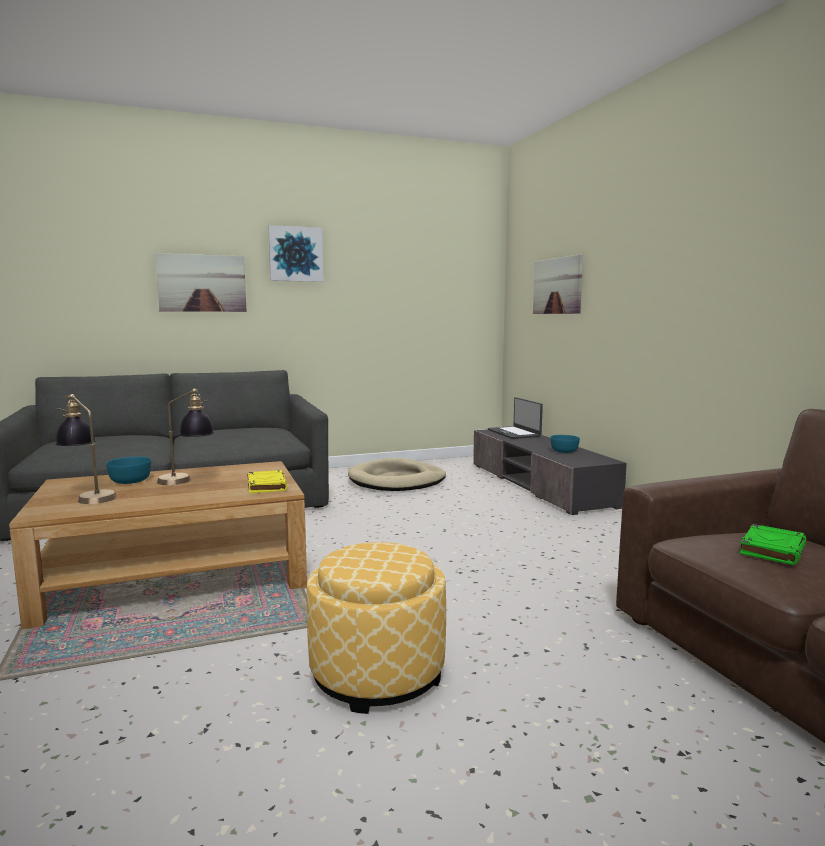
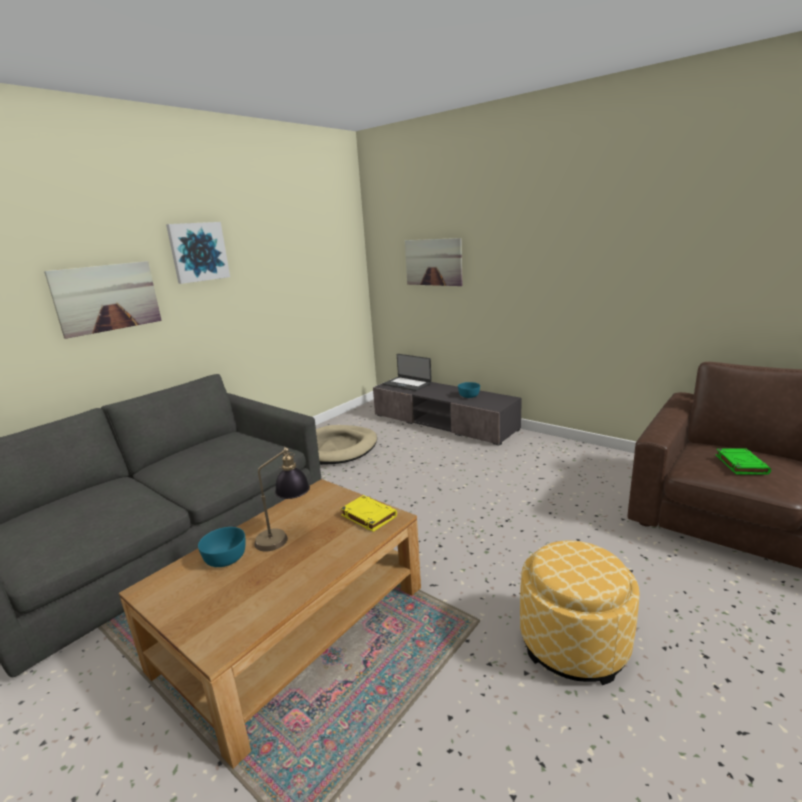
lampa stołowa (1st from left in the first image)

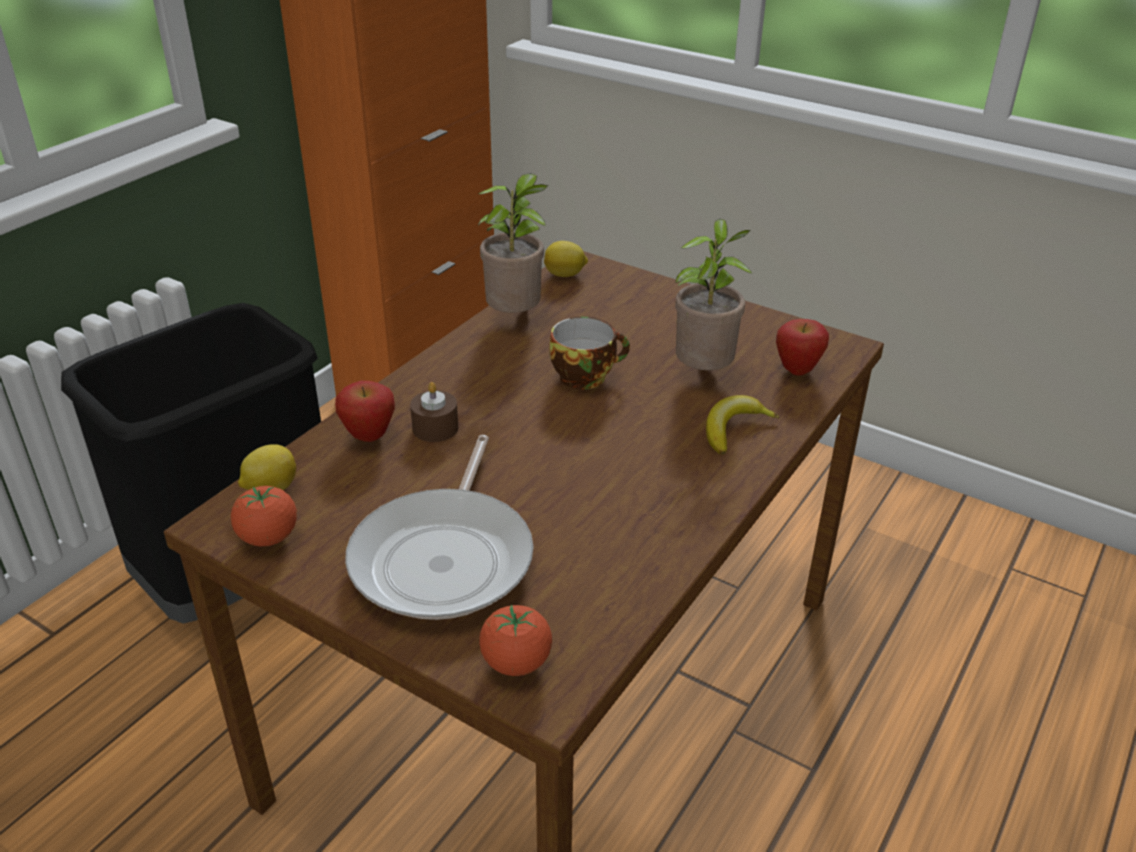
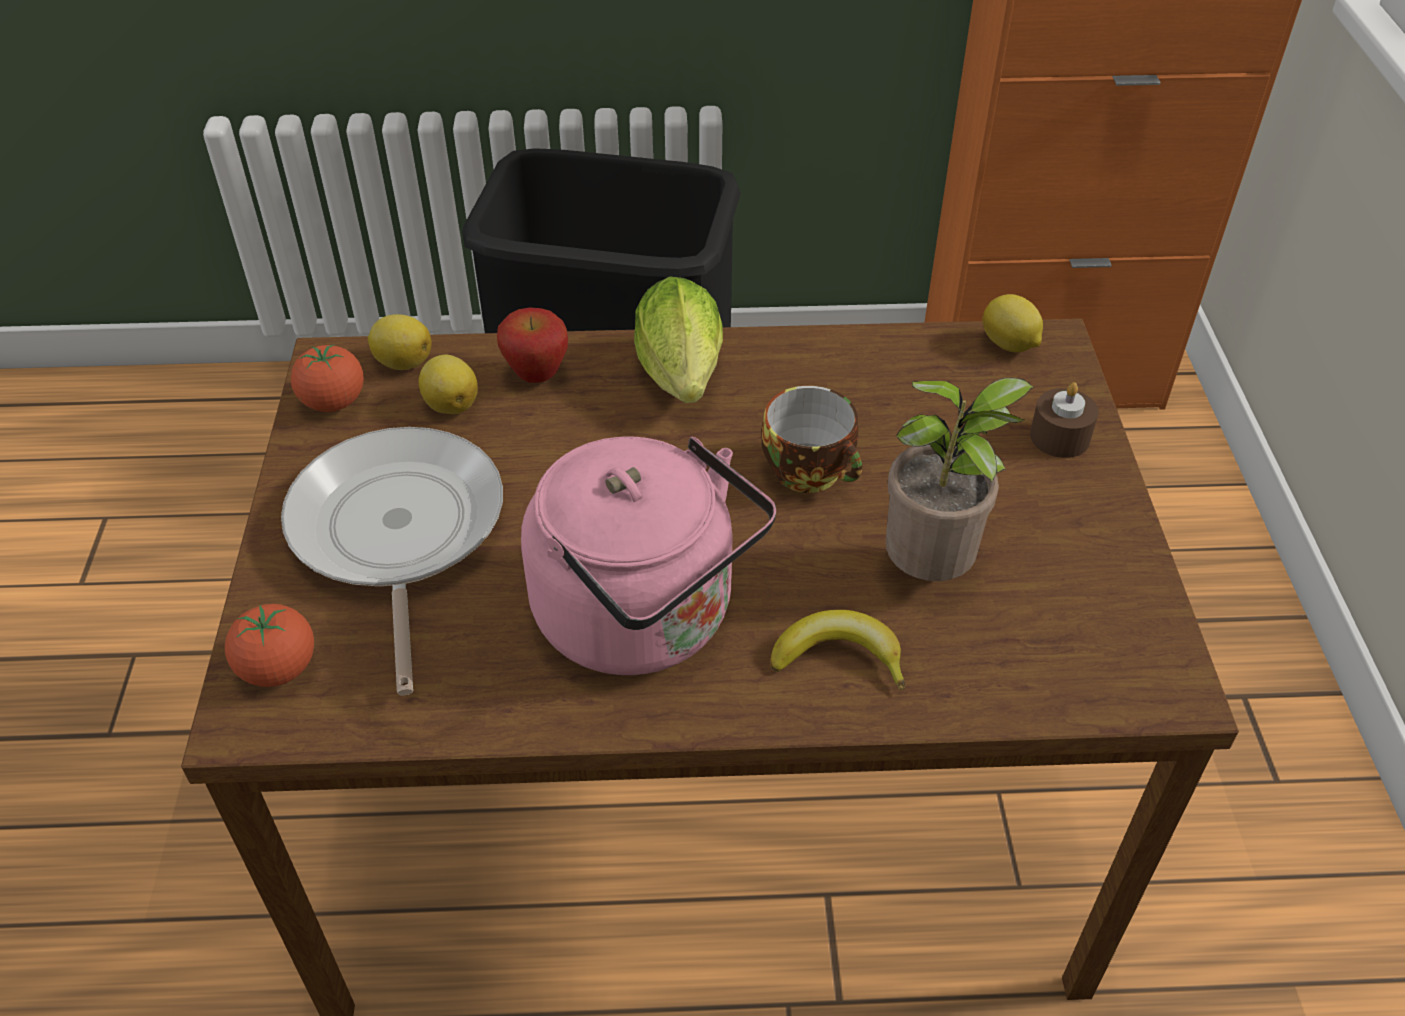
patelnia; świeca/brązowy; roślina doniczkowa (1st from left in the first image); jabłko (2nd from left in the first image); cytryna (2nd from left); czajnik/różowy; sałata

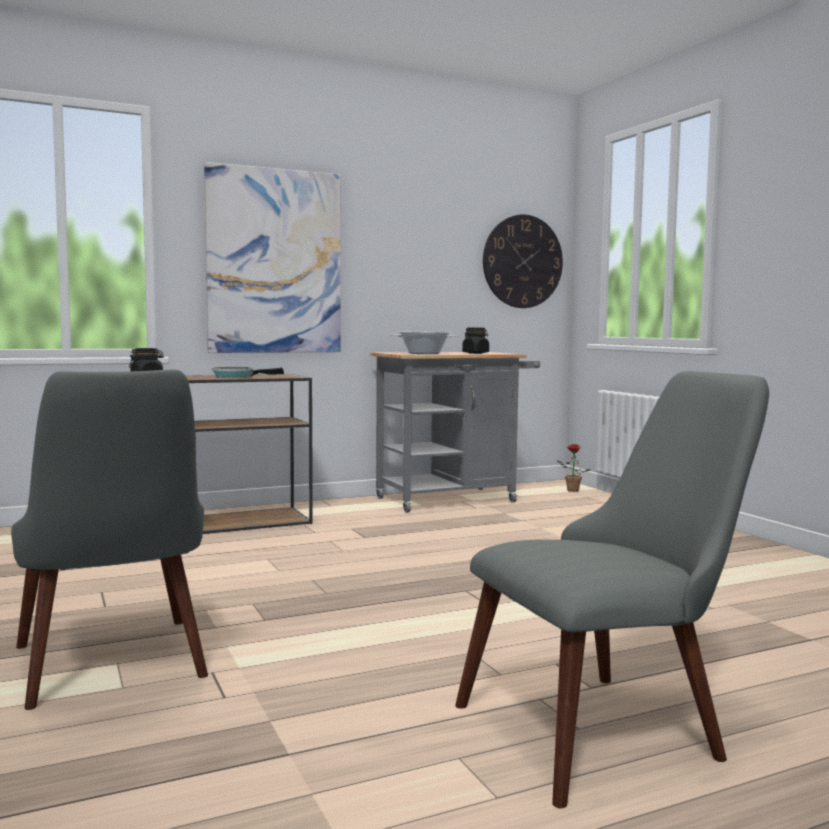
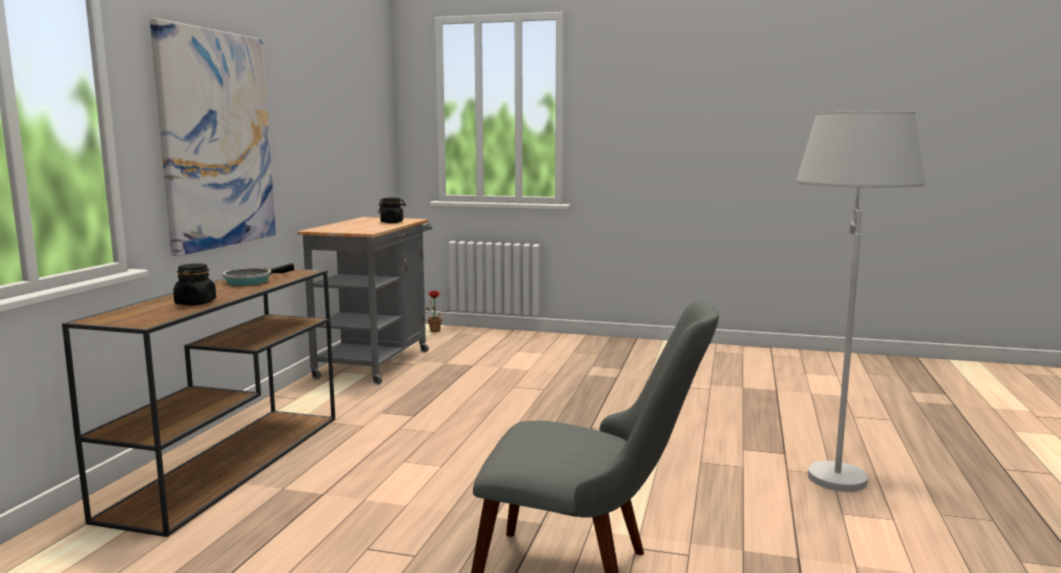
garnek; lampa stojąca/biały; zegar ścienny

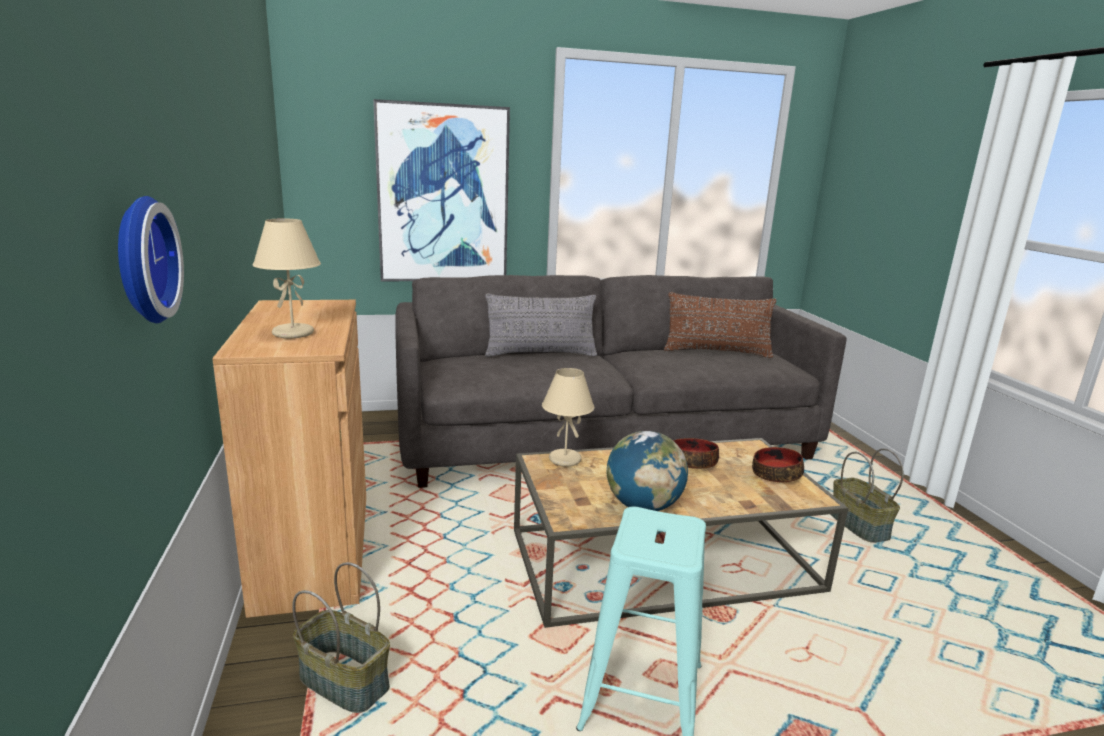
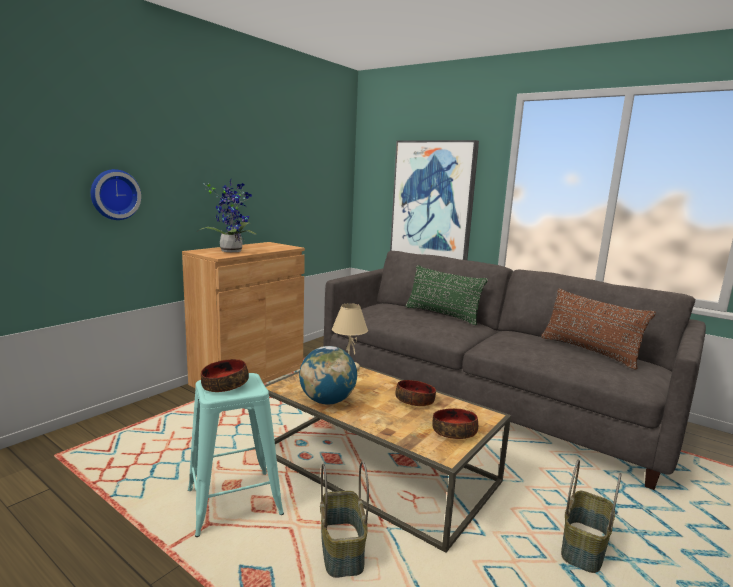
roślina doniczkowa; koszyk (1st from left); poduszka/zielony; miska (1st from left)

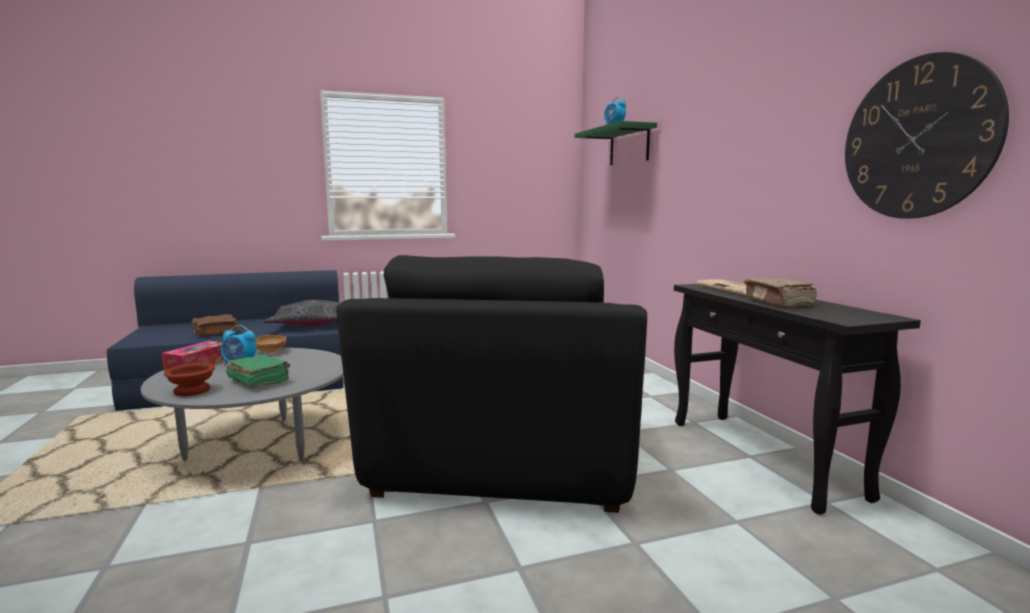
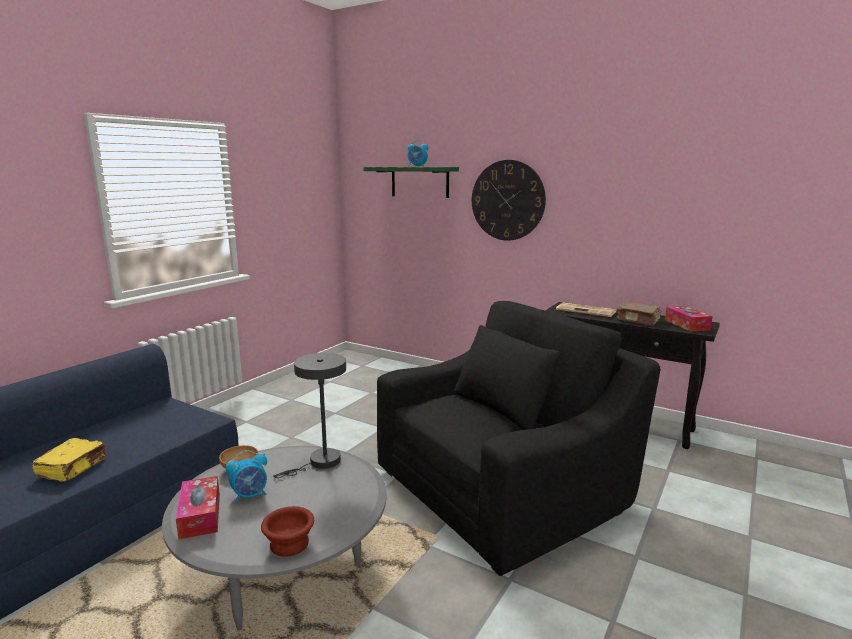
książka/żółty; książka/zielony; poduszka/szary; fotel/czarny; zegar ścienny; lampa stołowa/szary; pudełko chusteczek (2nd from left)

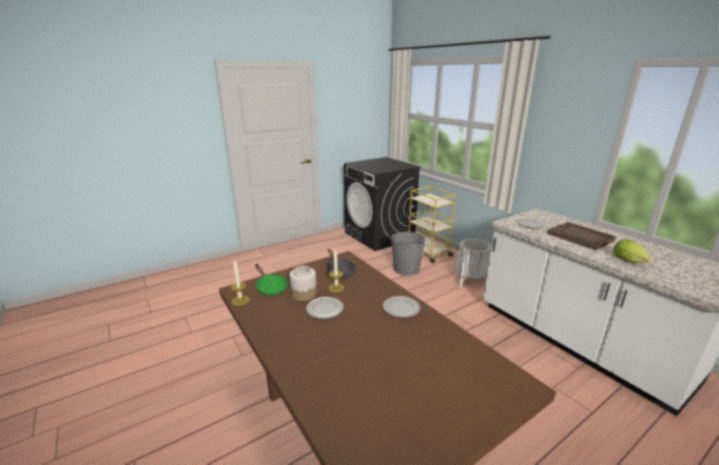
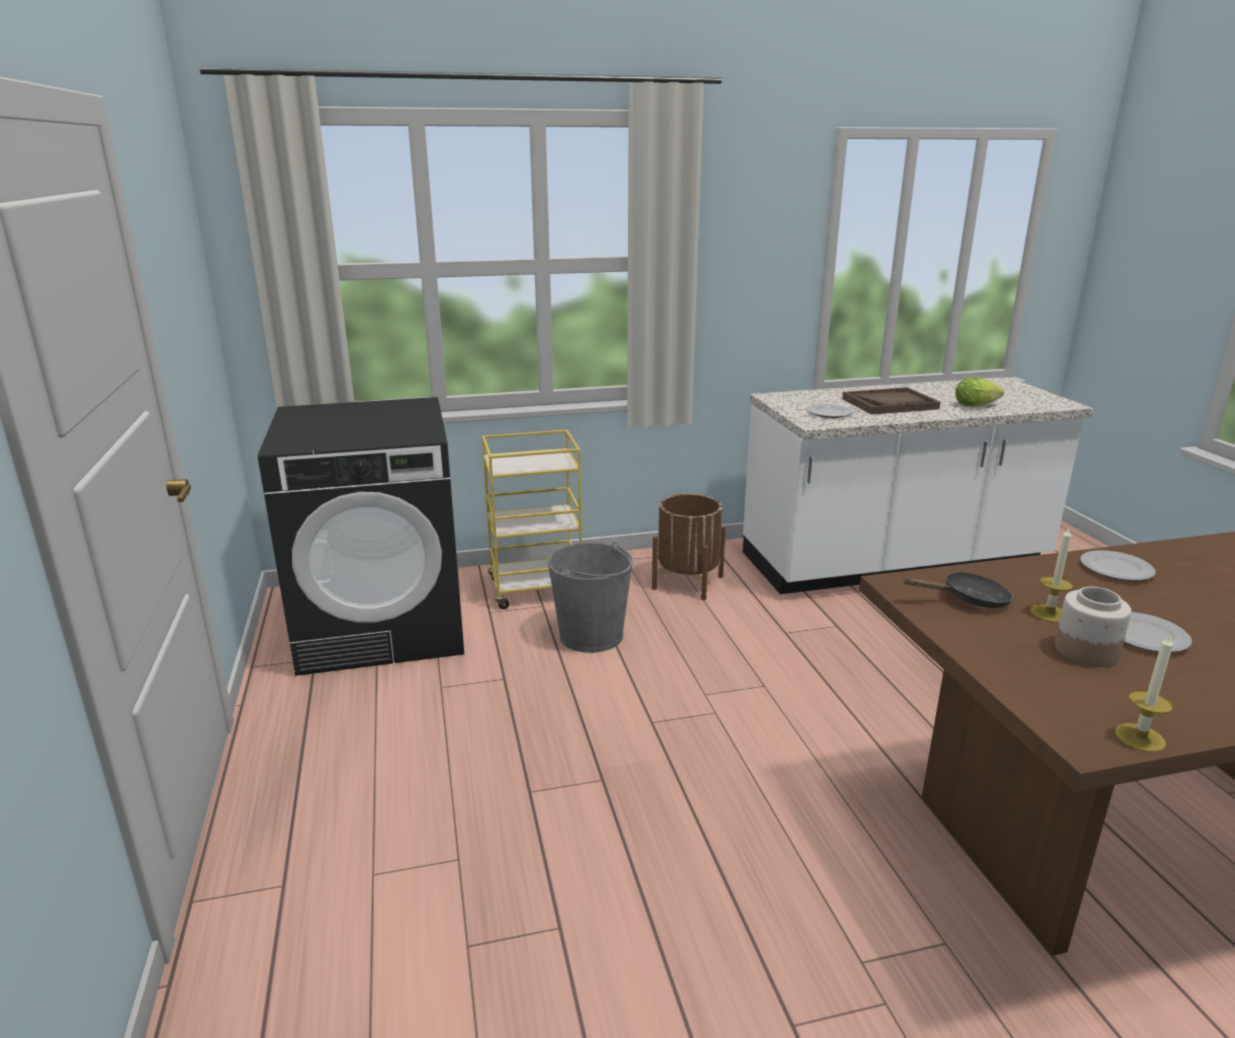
patelnia/zielony; donica/brązowy

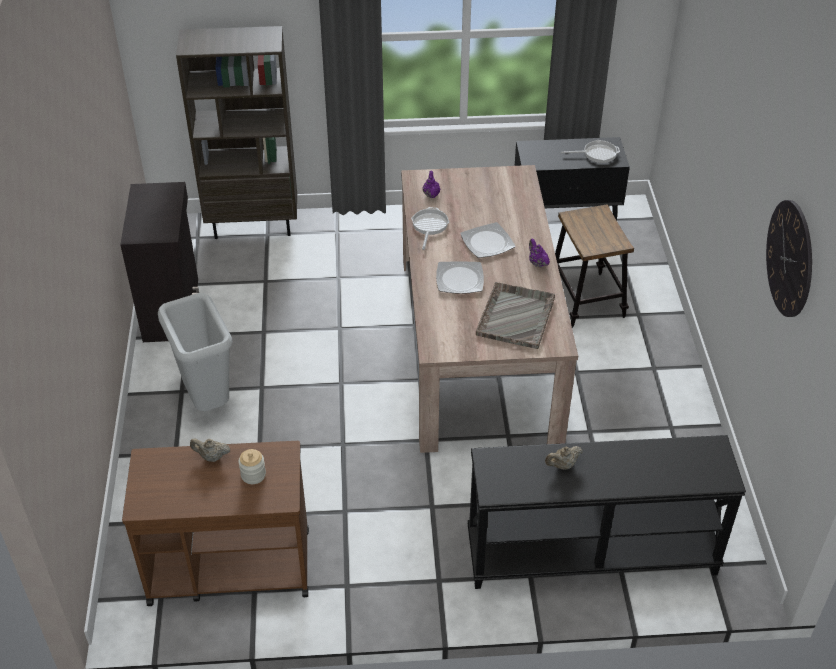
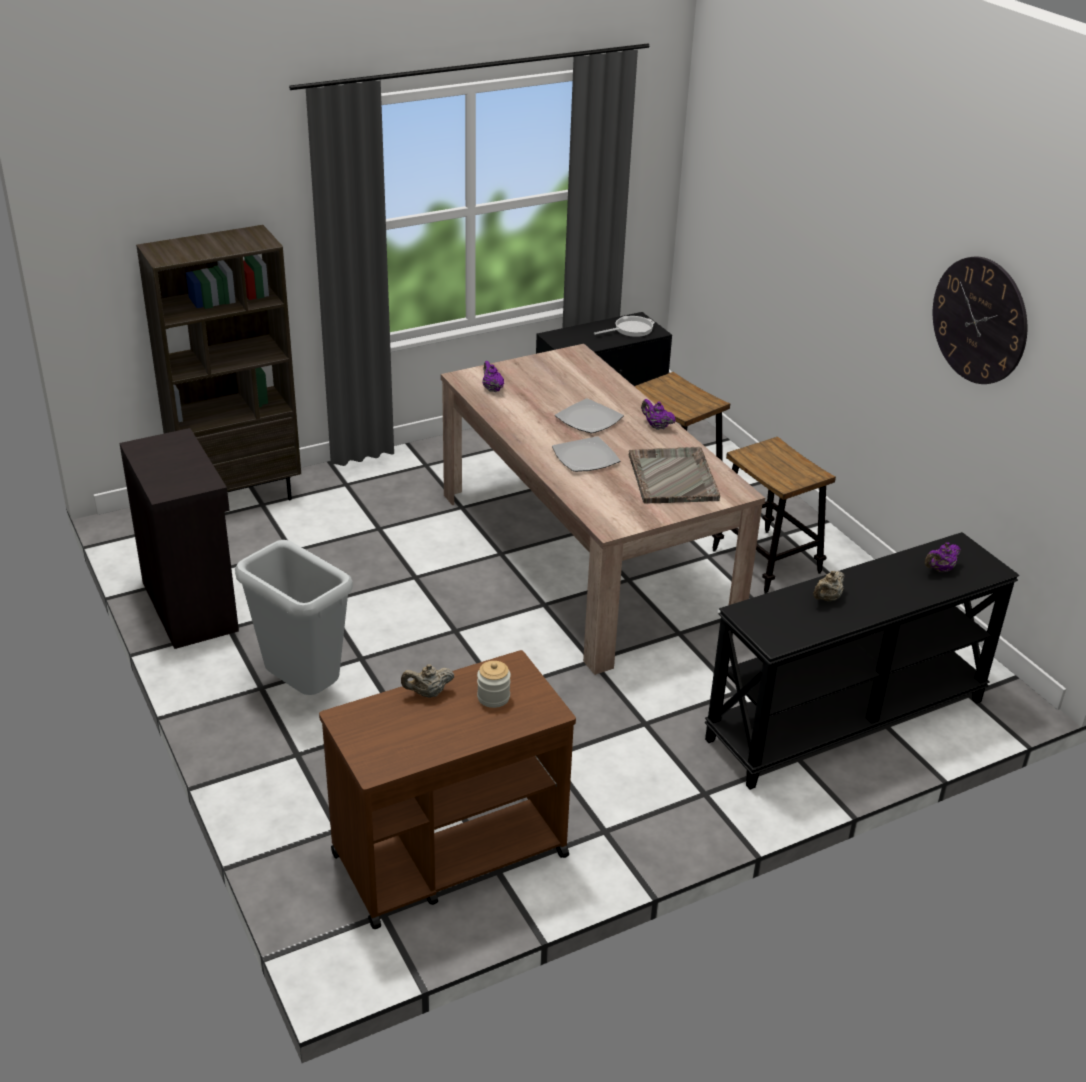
patelnia (1st from left in the first image); stołek (2nd from left); imbryk/fioletowy (3rd from left)

